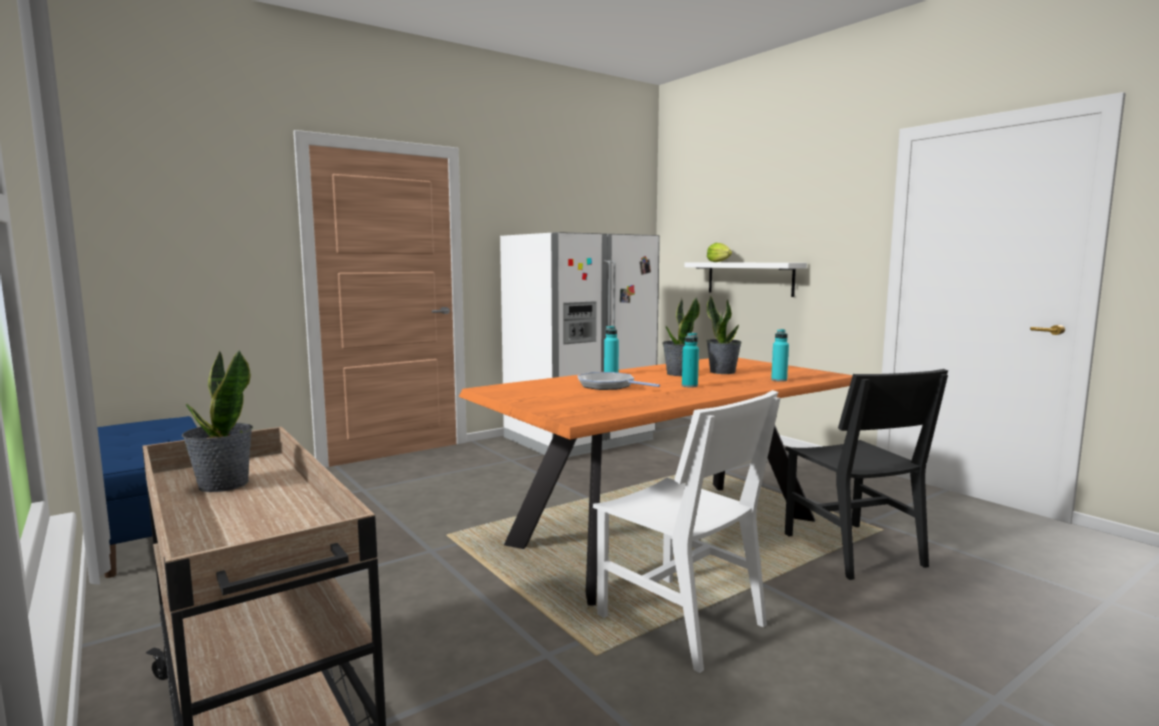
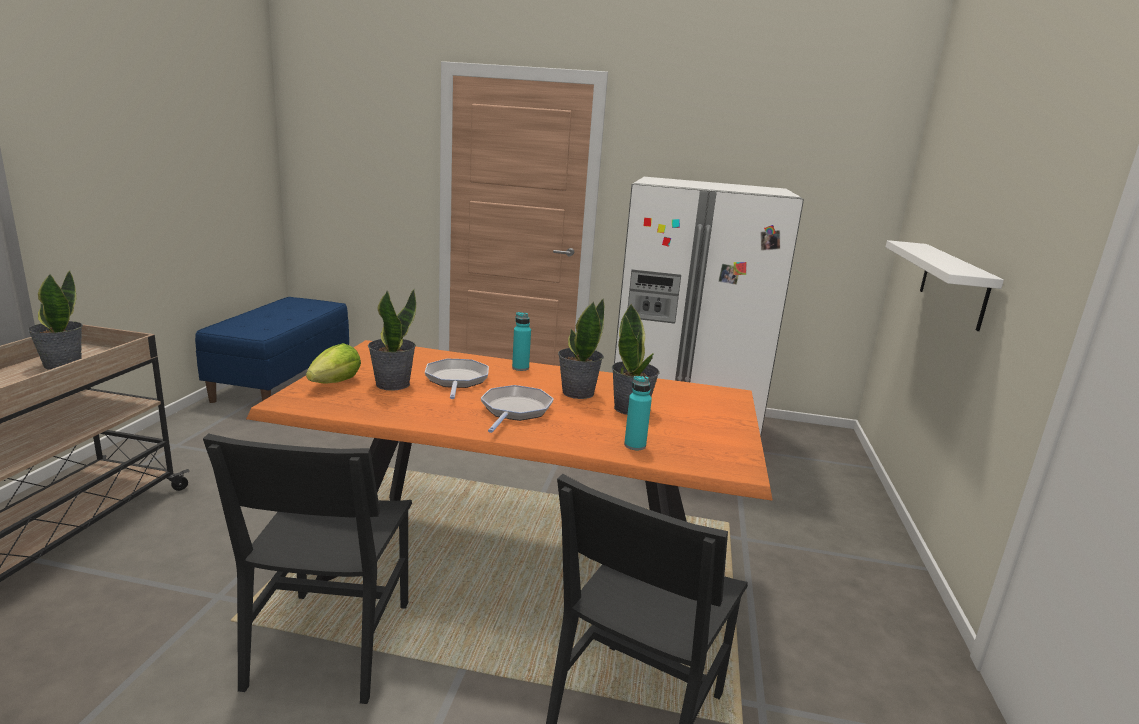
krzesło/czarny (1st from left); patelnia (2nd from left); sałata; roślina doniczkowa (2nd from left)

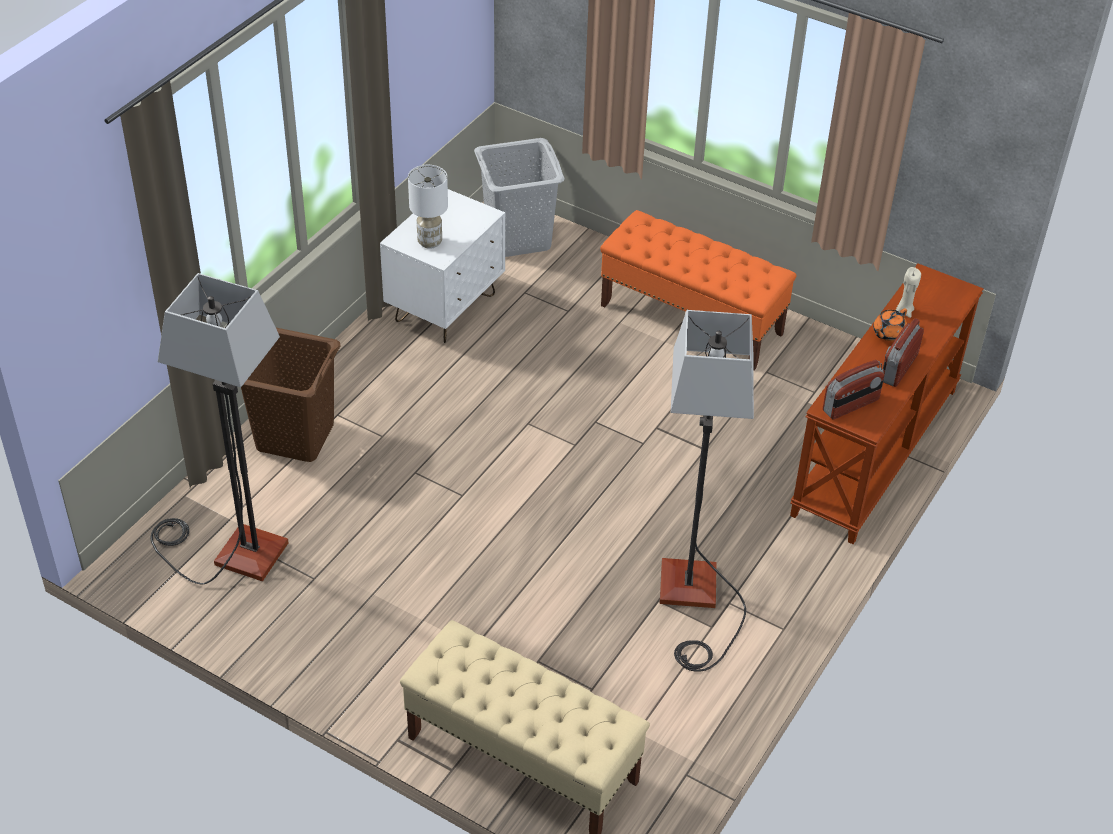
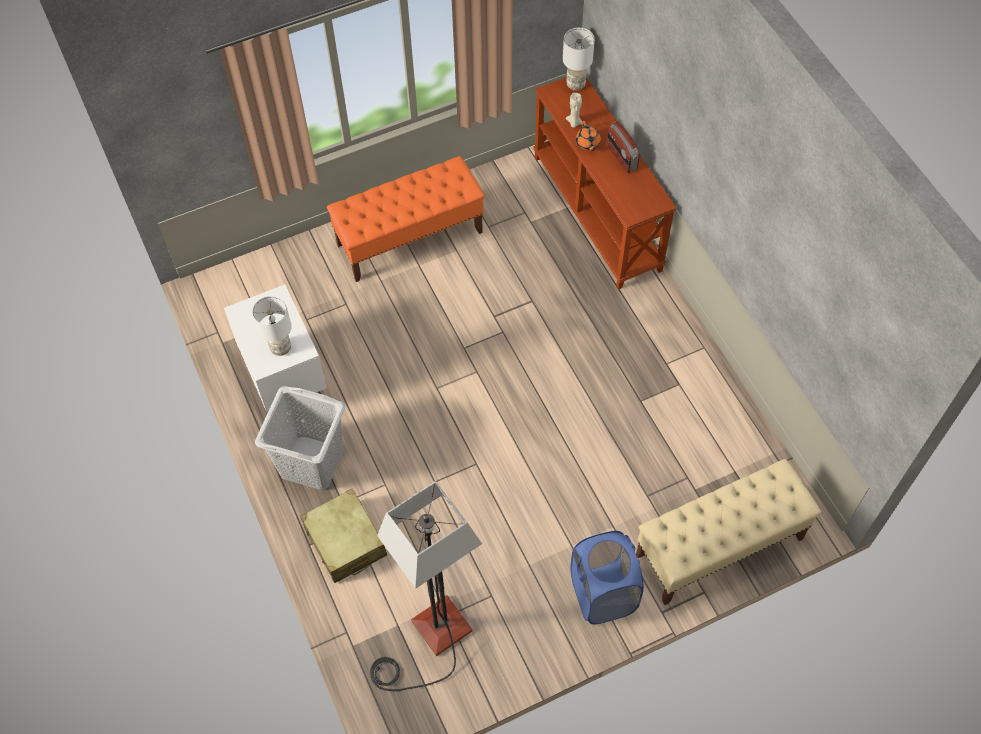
walizka/beżowy; kosz na pranie/szary; lampa stojąca (2nd from left in the first image); radio (1st from left in the first image); lampa stołowa/biały (2nd from left); kosz na pranie/niebieski

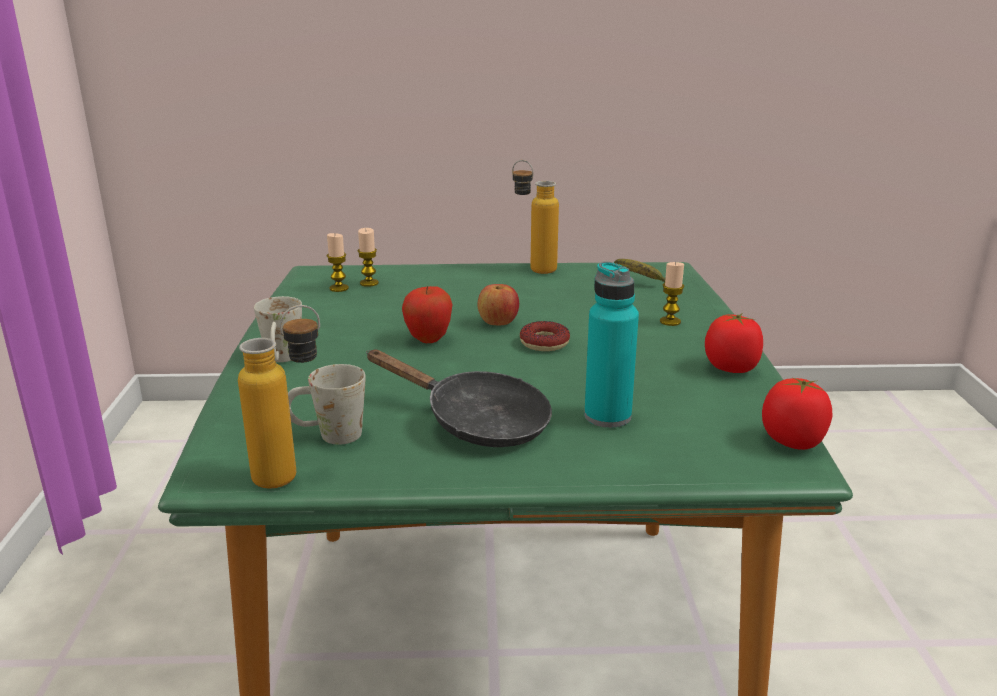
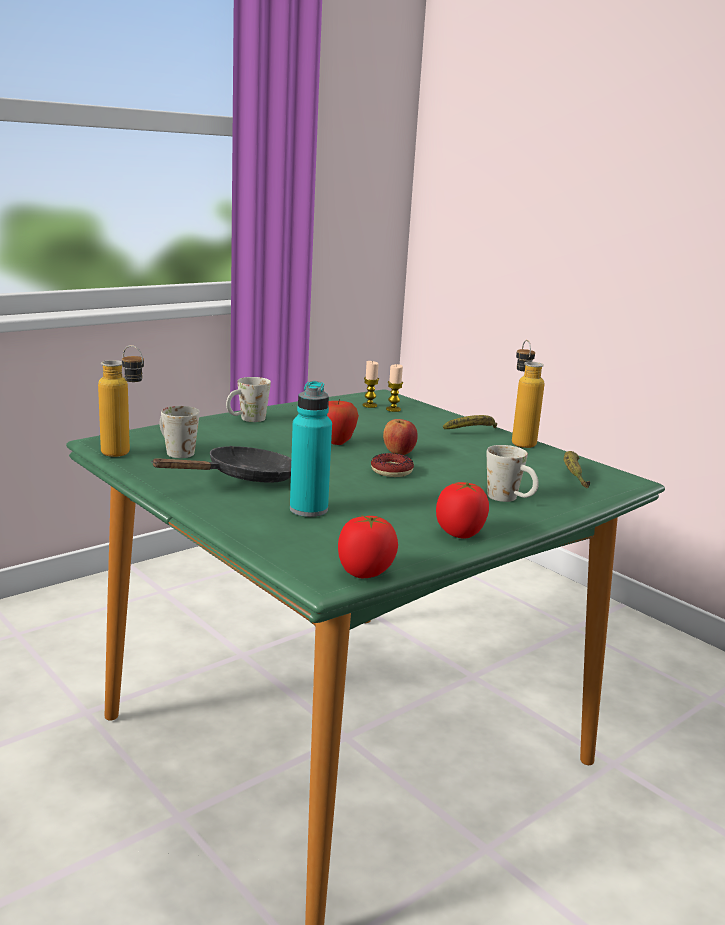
patelnia/czarny; kubek/biały (3rd from left); banan (1st from left)

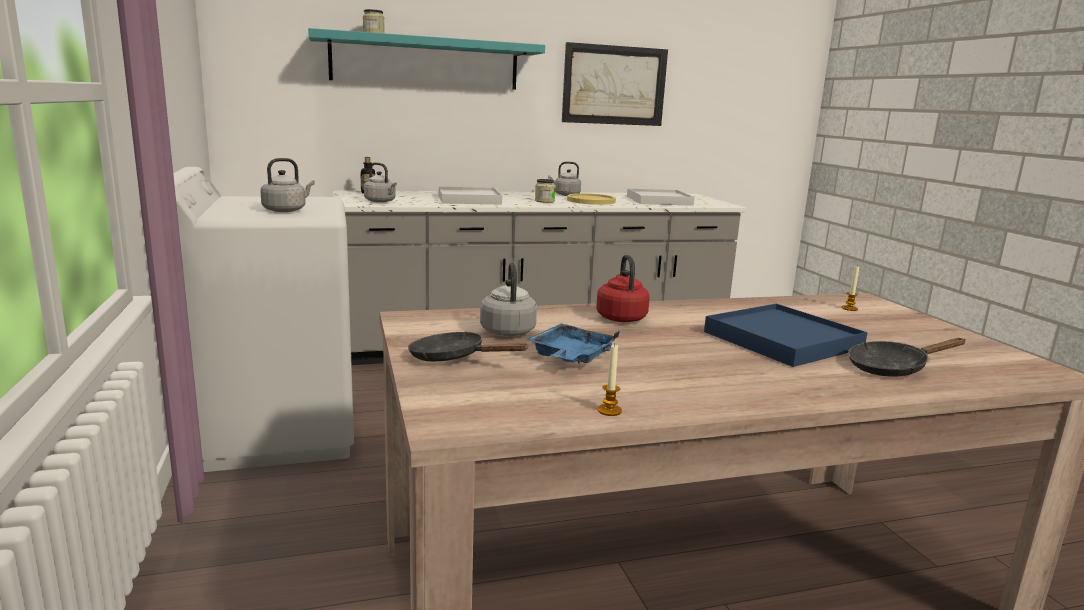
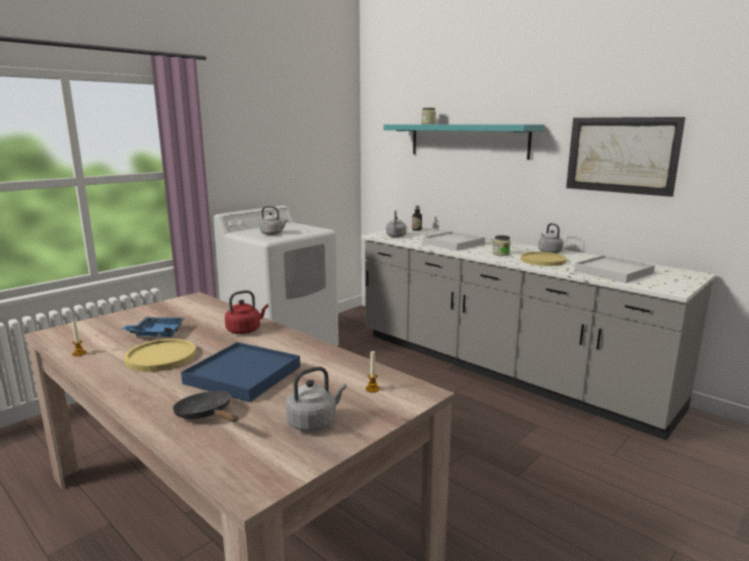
patelnia/czarny (1st from left in the first image); czajnik/szary (2nd from left); talerz/żółty (1st from left)

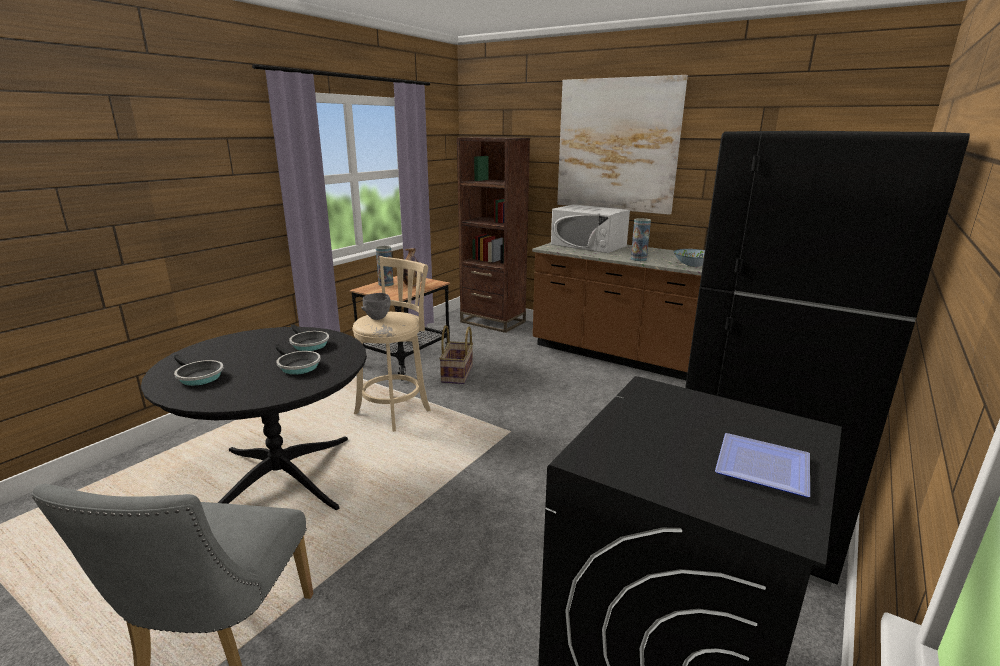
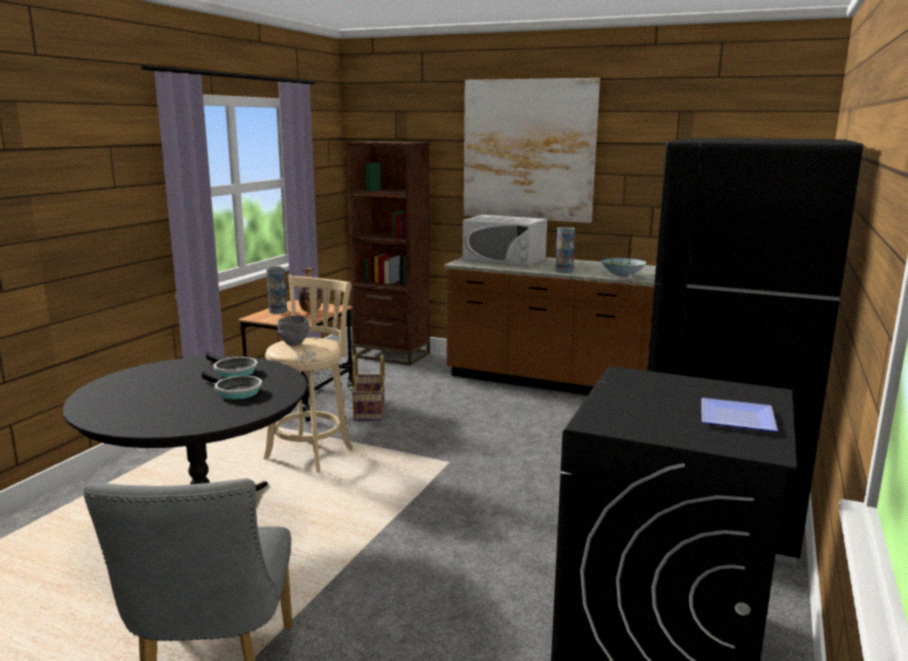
patelnia (1st from left in the first image)

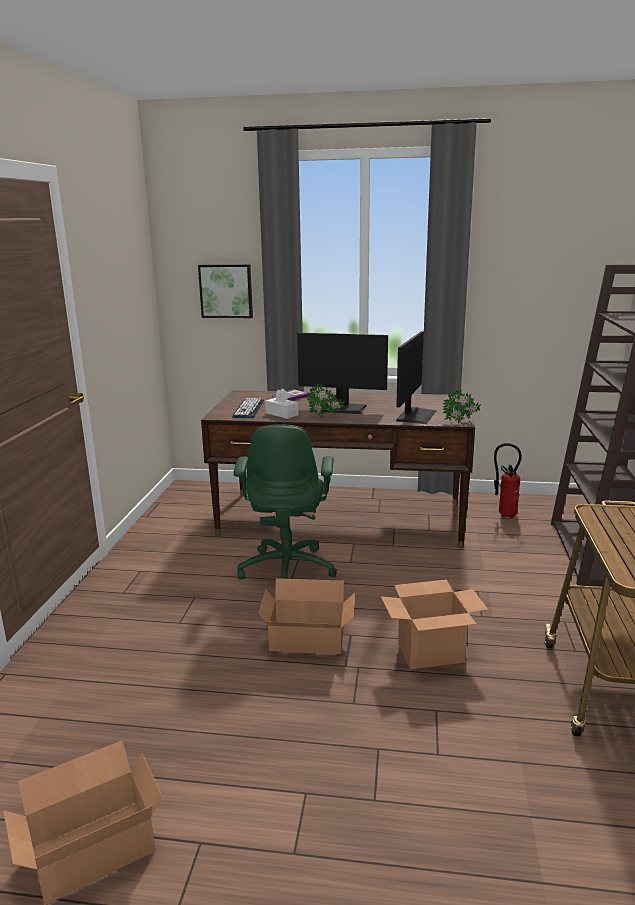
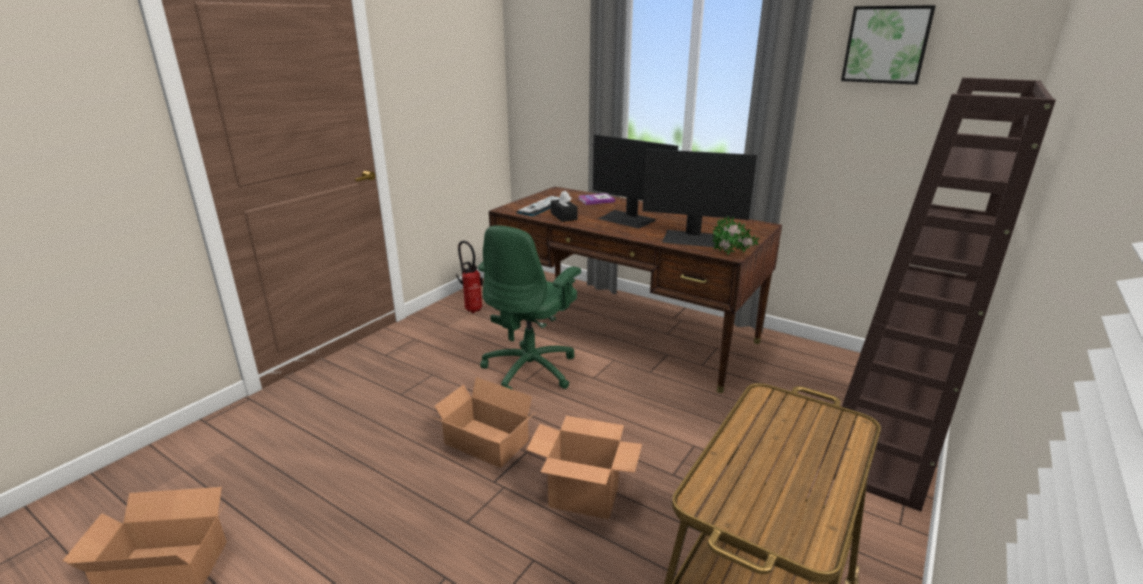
obraz; pudełko chusteczek/czarny; roślina doniczkowa (1st from left in the first image); monitor (2nd from left); gaśnica

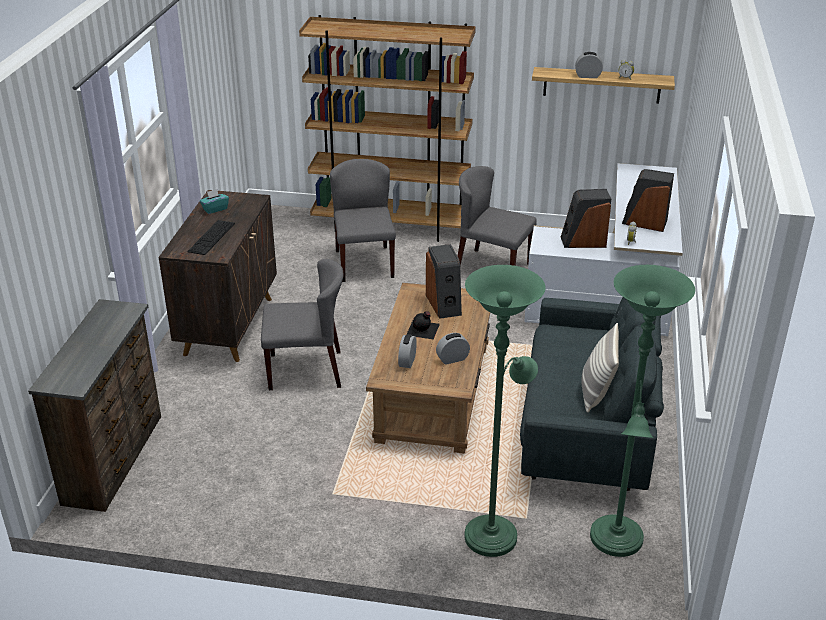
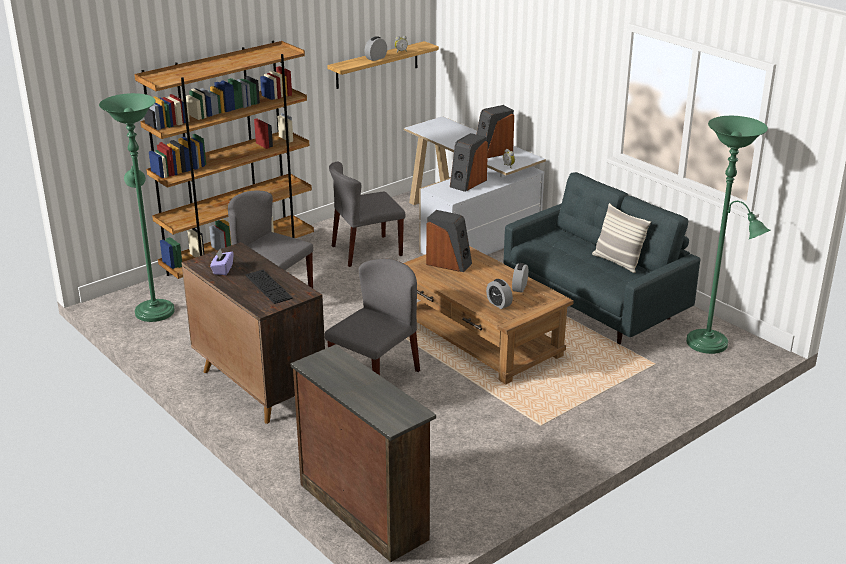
pudełko chusteczek/fioletowy; butelka/czarny; lampa stojąca/zielony (1st from left)

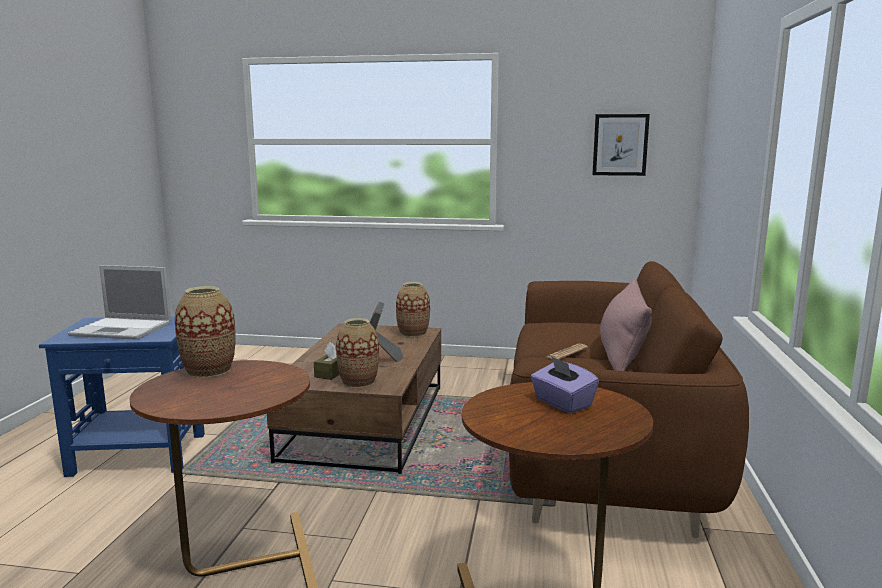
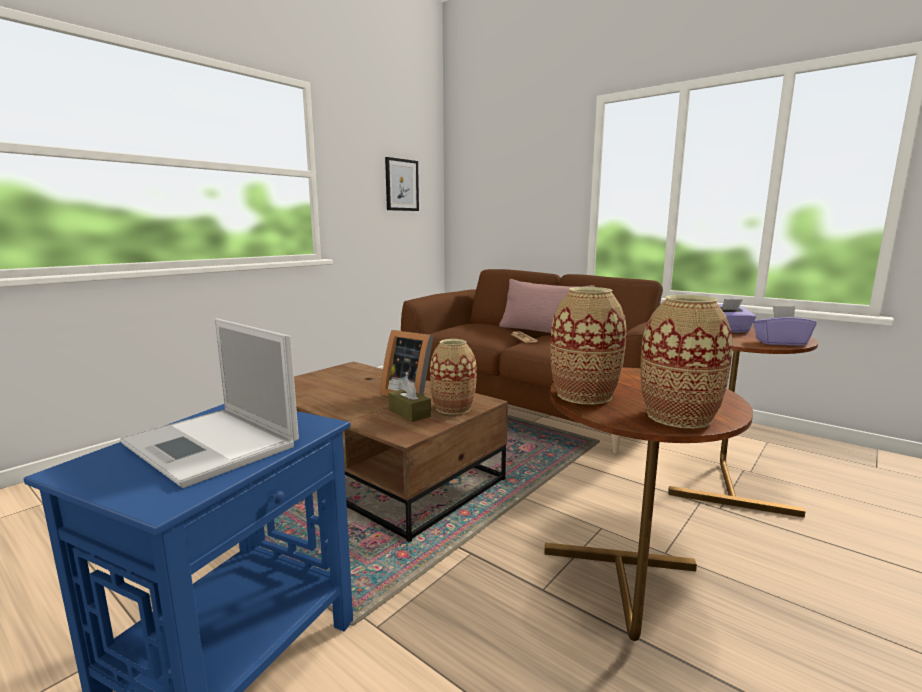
laptop; wazon (3rd from left); pudełko chusteczek/fioletowy (2nd from left)

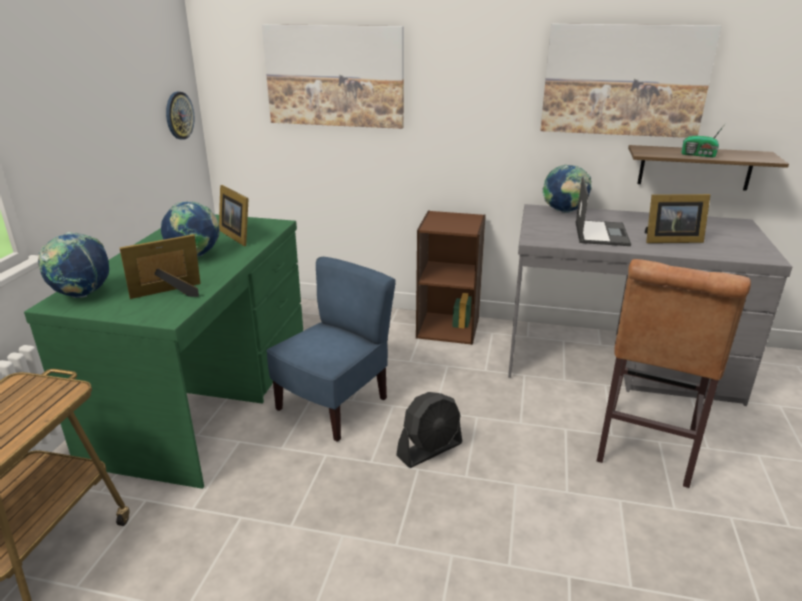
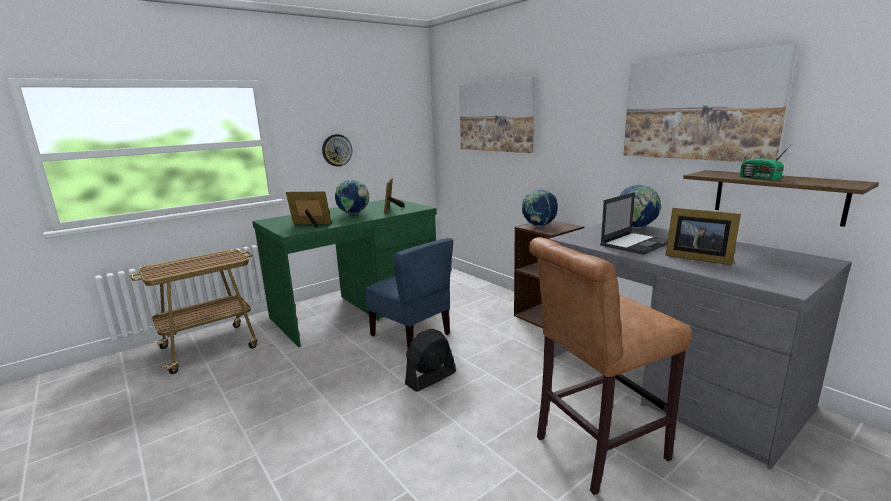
globus (2nd from left); zegar ścienny; krzesło/niebieski; wentylator/czarny

